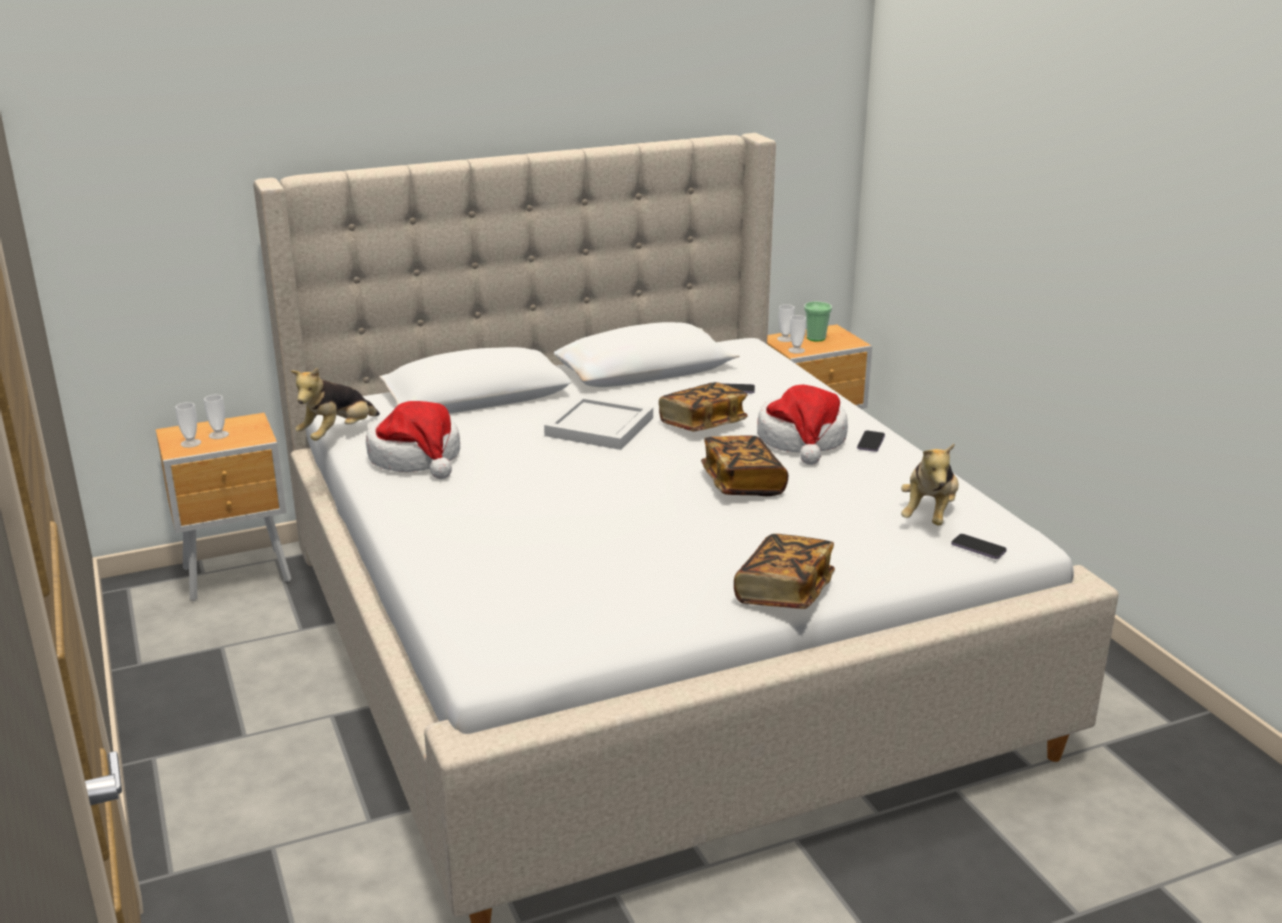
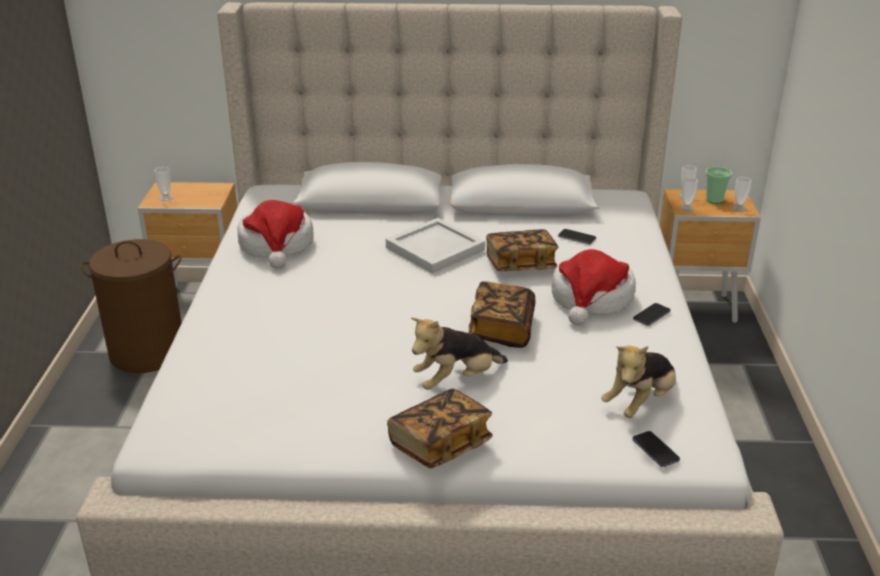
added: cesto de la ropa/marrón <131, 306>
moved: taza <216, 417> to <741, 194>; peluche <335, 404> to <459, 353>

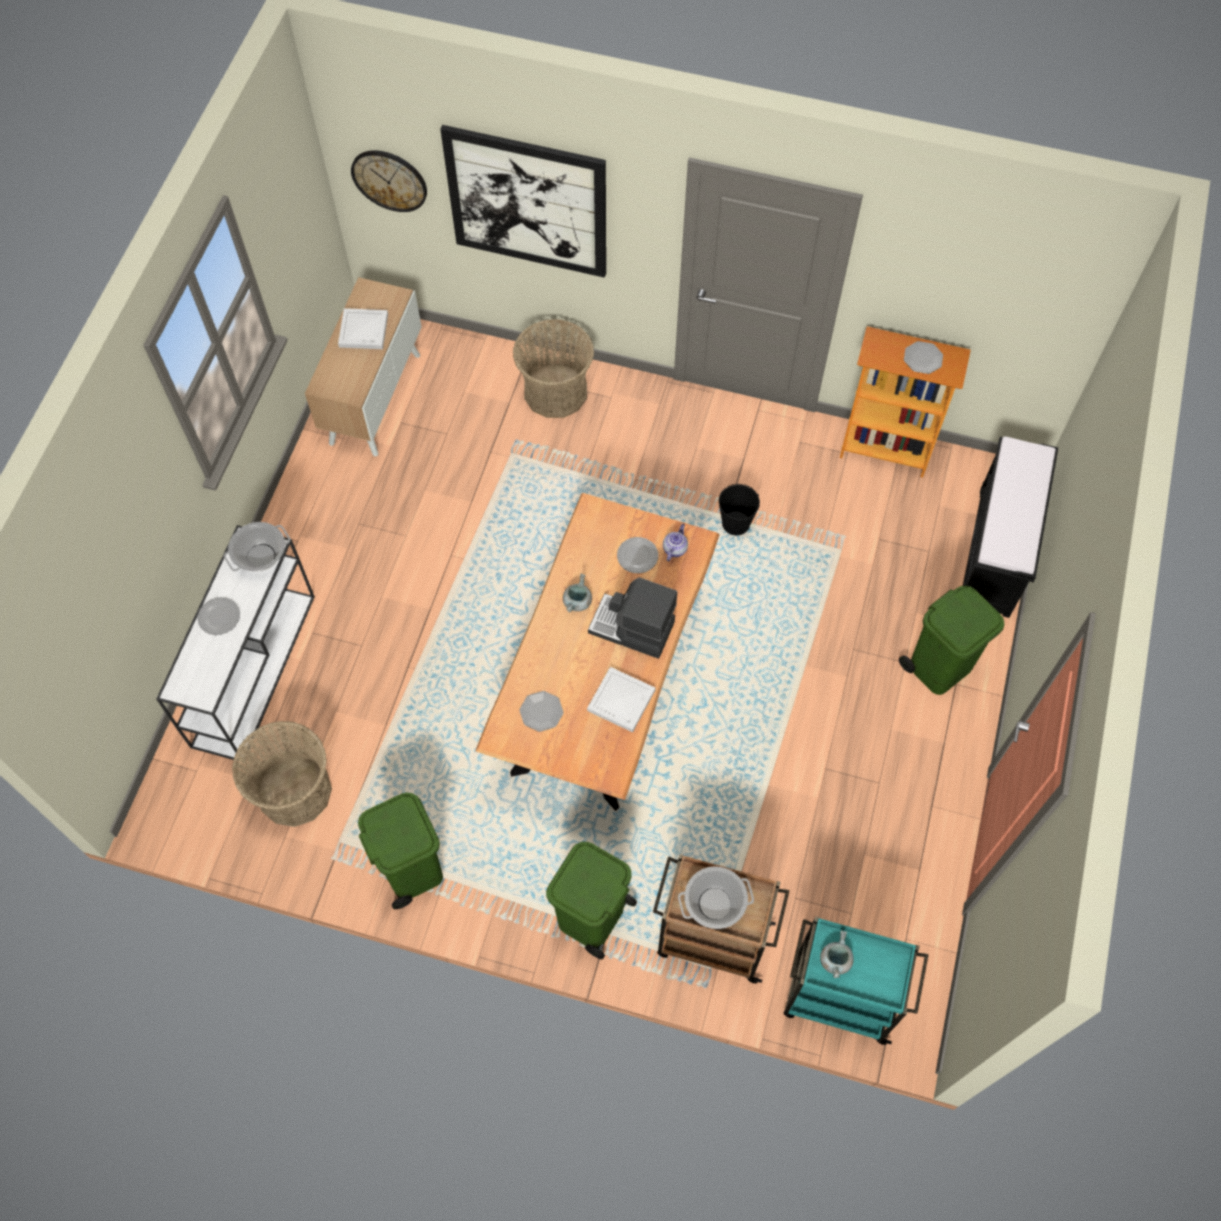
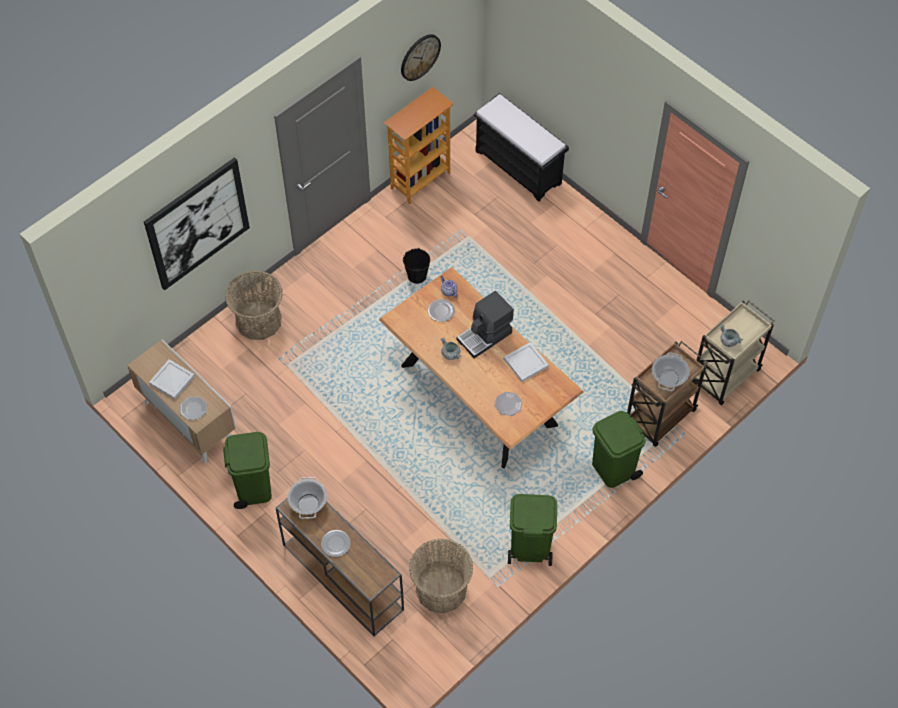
moved: reloj de pared <389, 181> to <421, 57>; papelera/verde <951, 640> to <247, 470>; plato <923, 357> to <193, 408>
recoloured: mesa consola/blanco <235, 642> to mesa consola/marrón <340, 567>; carrito/turquesa <856, 980> to carrito/beis <733, 352>

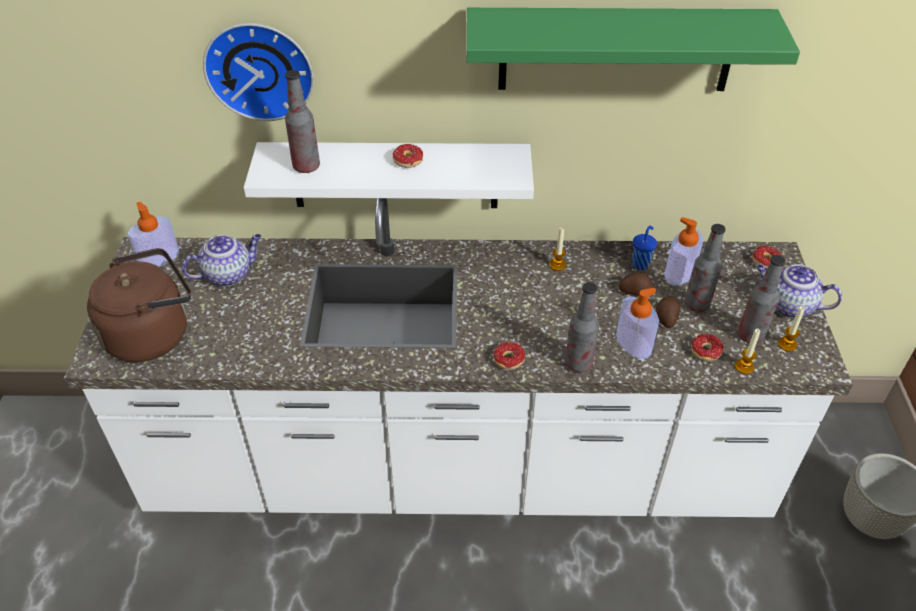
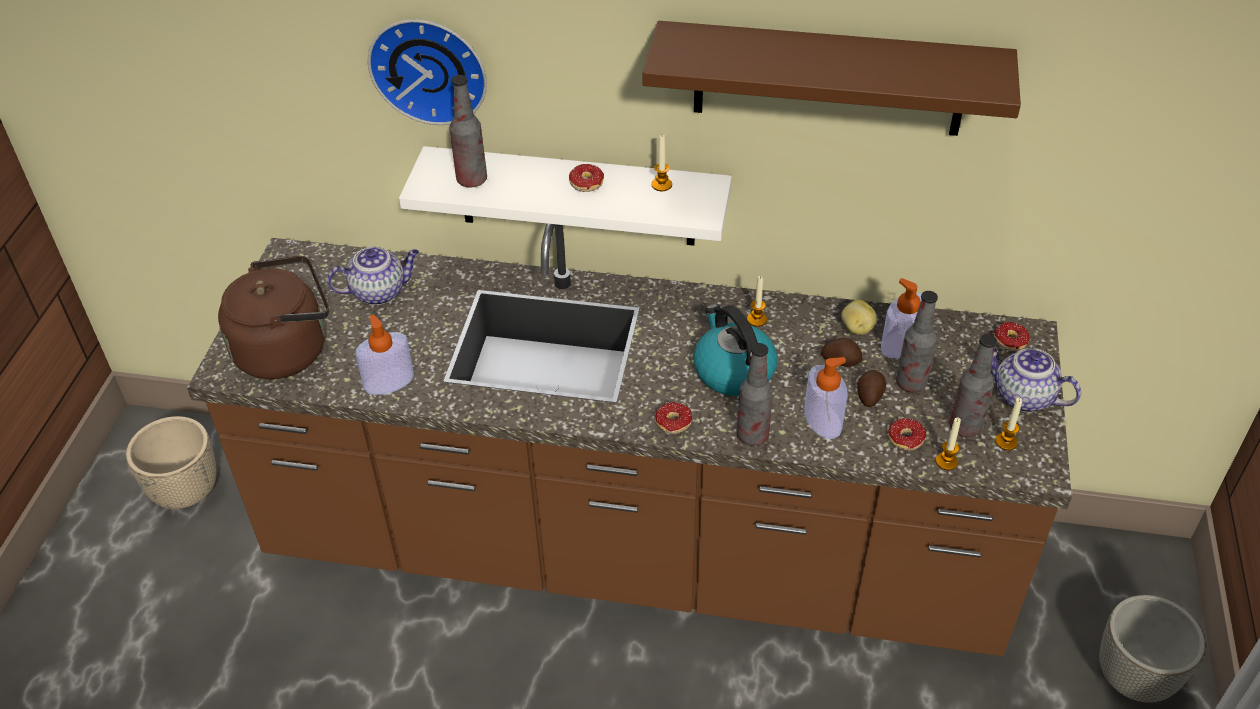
added: maceta/beis <171, 462>; vela <661, 163>; hervidor <735, 350>
moved: dispensador de jabón <153, 234> to <385, 355>
replaced: taza/azul <644, 248> to patata <859, 317>
recoloured: mueble bajo de cocina/blanco <458, 357> to mueble bajo de cocina/marrón <629, 440>; estante/verde <633, 49> to estante/marrón <832, 78>

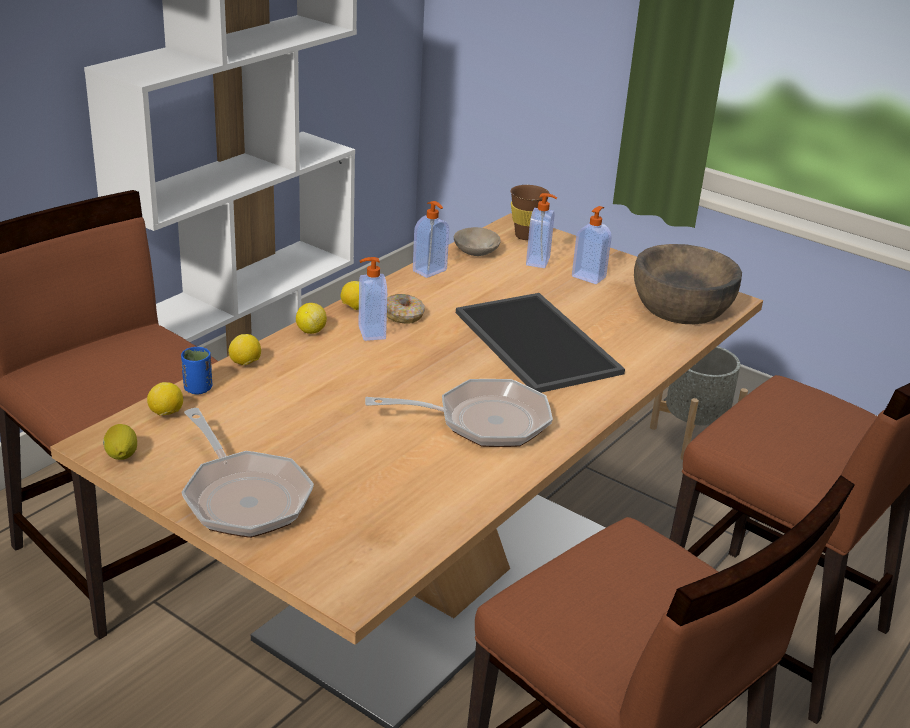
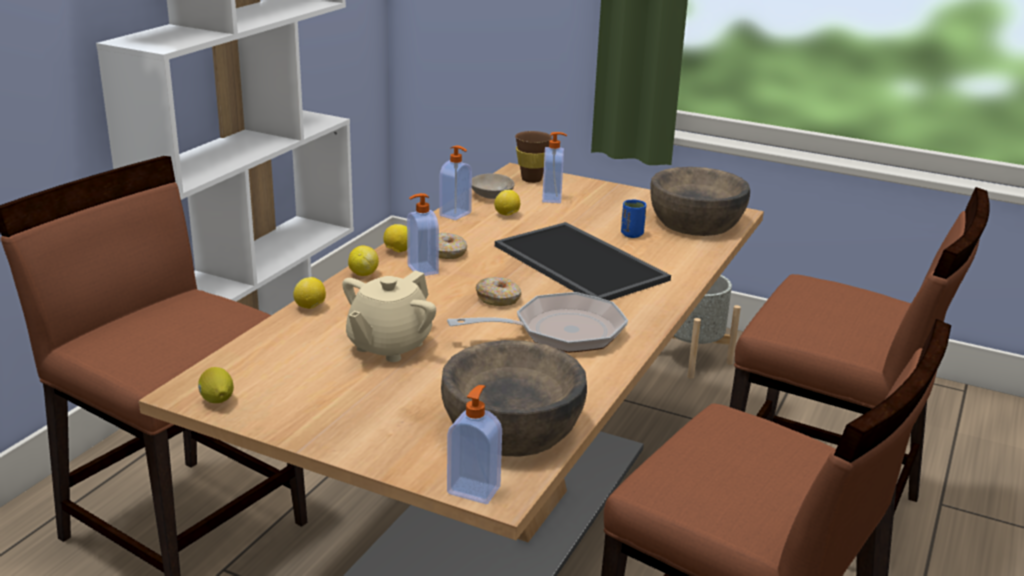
removed: sartén <247, 473>
added: tetera/beis <389, 316>; cuenco/marrón <514, 398>; rosquilla <498, 291>
moved: limón <165, 399> to <507, 203>; taza/azul <196, 371> to <633, 218>; dispensador de jabón <592, 245> to <474, 444>

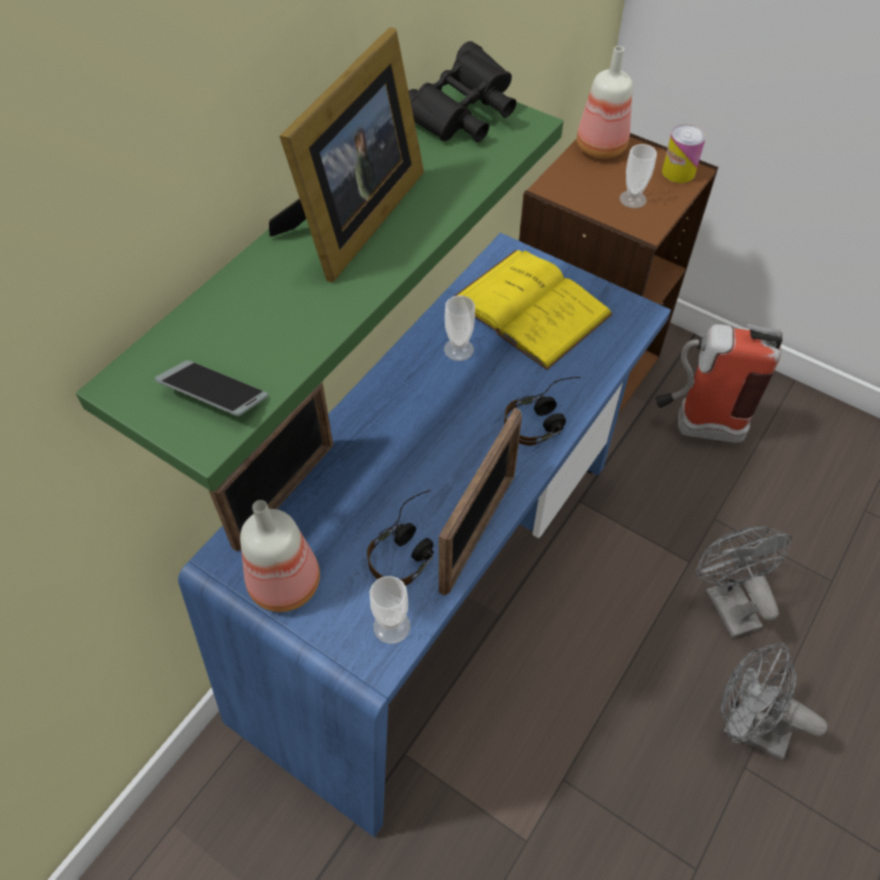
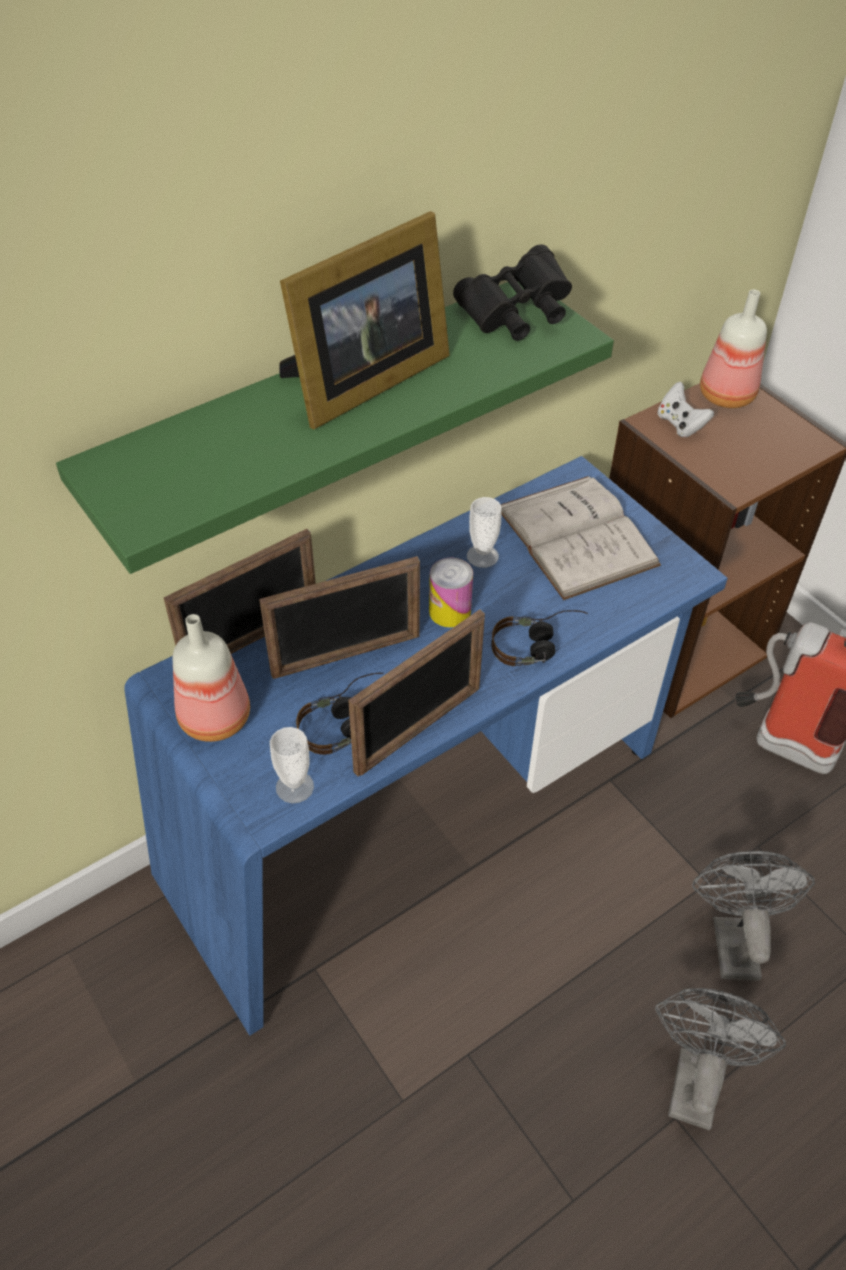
removed: móvil <211, 388>; taza <638, 176>
added: portarretratos <339, 617>; mando de consola/blanco <685, 409>
moved: lata <684, 153> to <451, 593>
recoloured: libro/amarillo <533, 310> to libro/blanco <580, 538>
turned: ventilador/gris <774, 701> = <720, 1059> 60 degrees clockwise

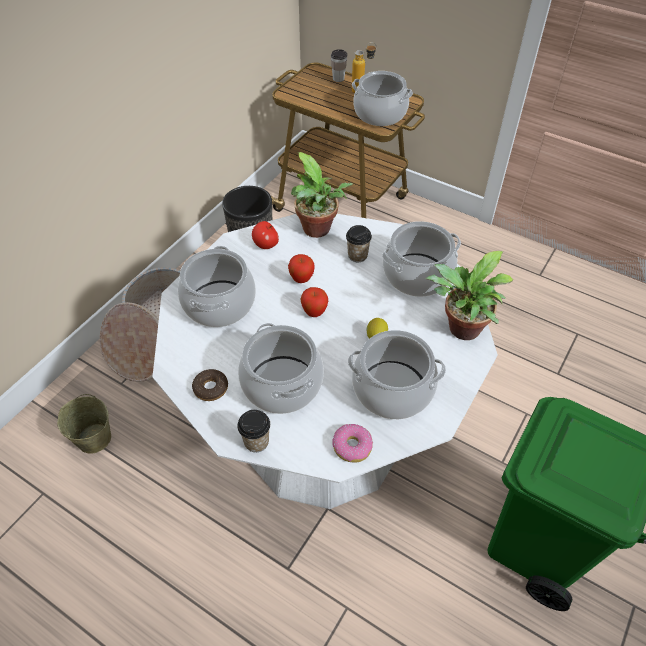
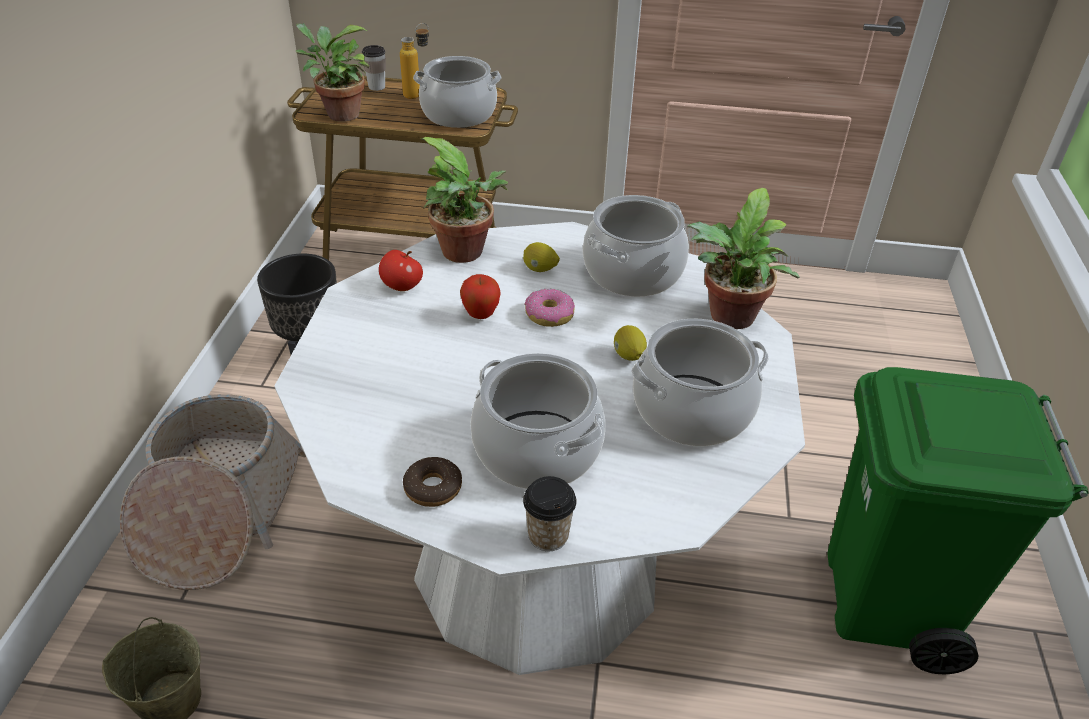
removed: olla <217, 286>; manzana <314, 302>
added: planta en maceta <332, 72>
moved: rosquilla <352, 443> to <549, 308>
replaced: taza <359, 243> to limón <541, 257>

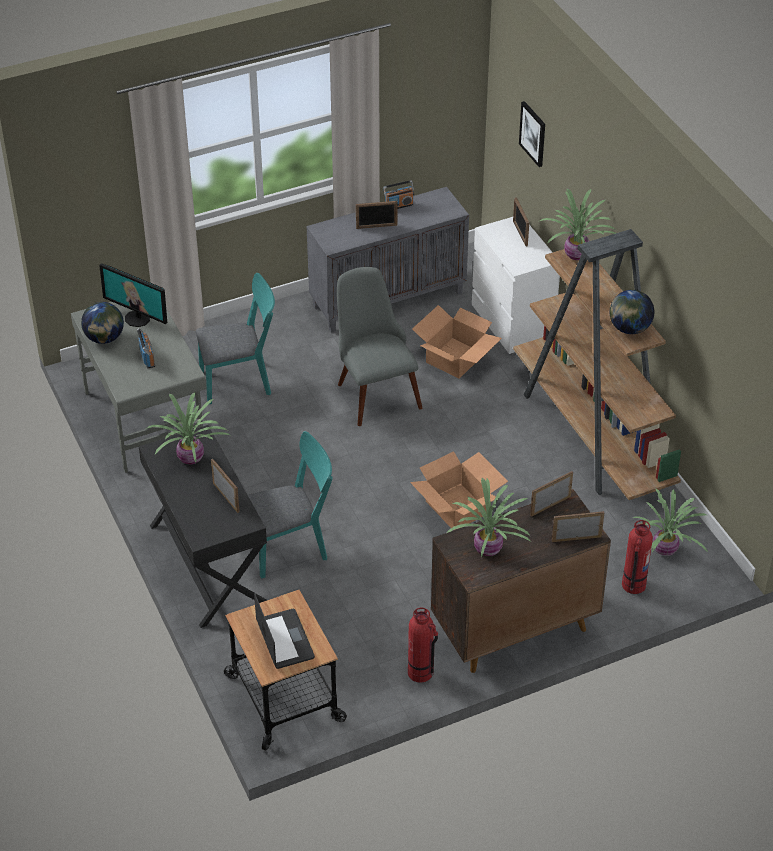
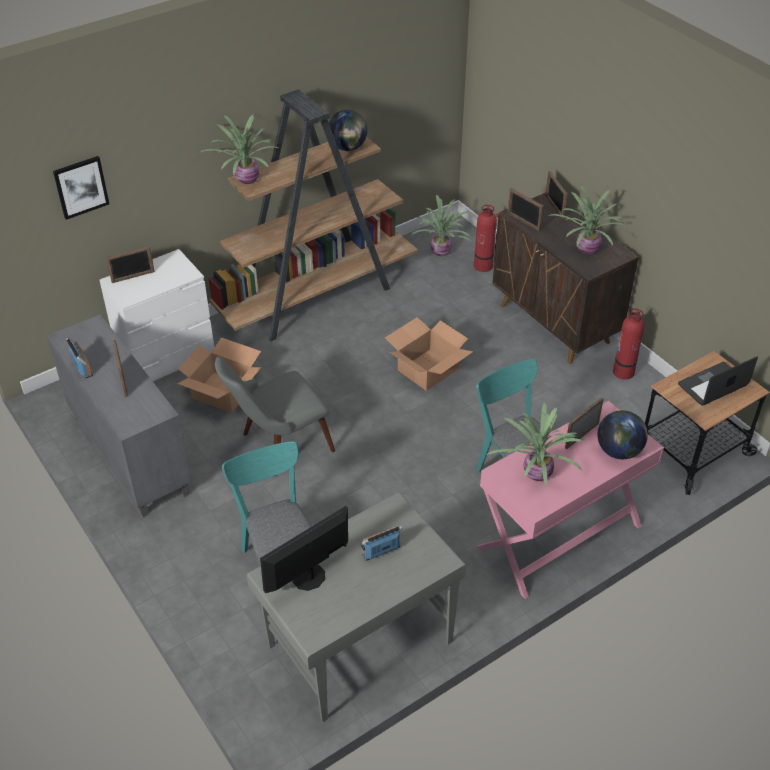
moved: globo terráqueo <102, 323> to <622, 434>
recoloured: escritorio/negro <203, 526> to escritorio/rosa <570, 500>
turned: monitor <133, 295> = <304, 549> 150 degrees counterclockwise

